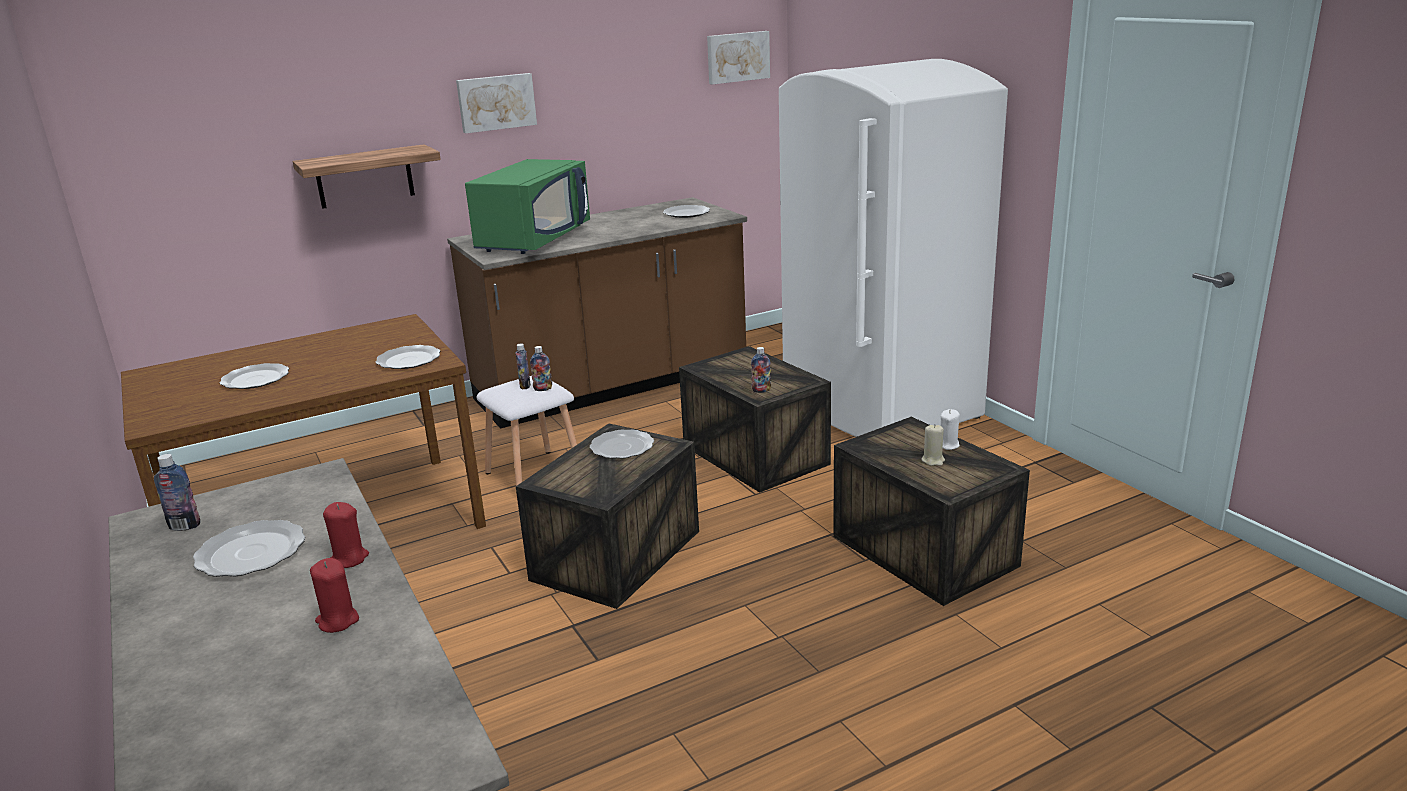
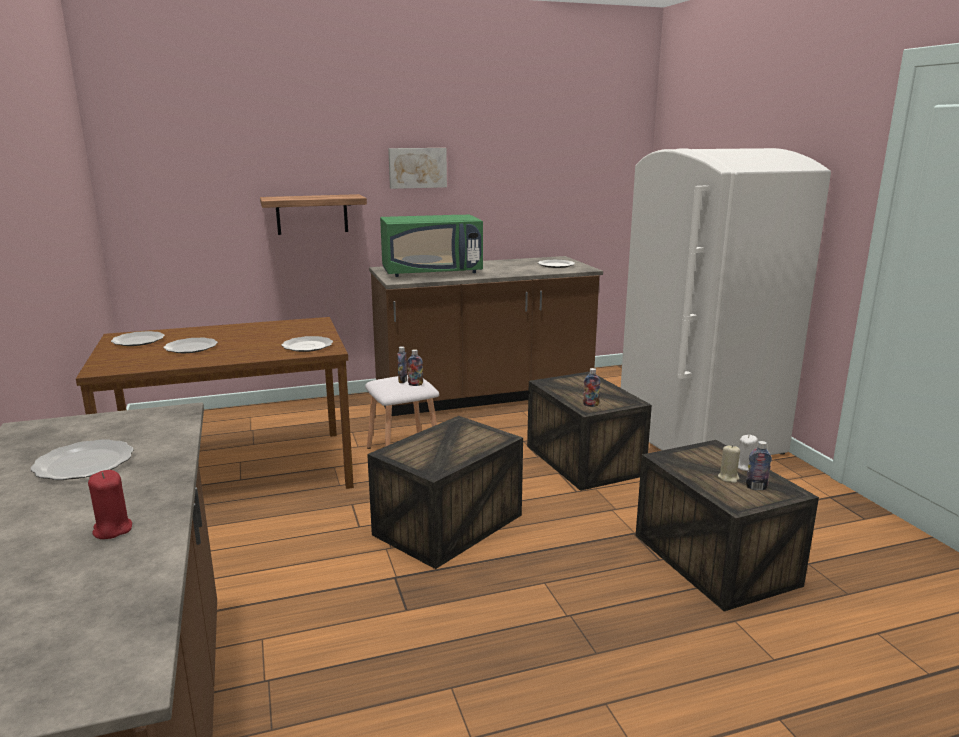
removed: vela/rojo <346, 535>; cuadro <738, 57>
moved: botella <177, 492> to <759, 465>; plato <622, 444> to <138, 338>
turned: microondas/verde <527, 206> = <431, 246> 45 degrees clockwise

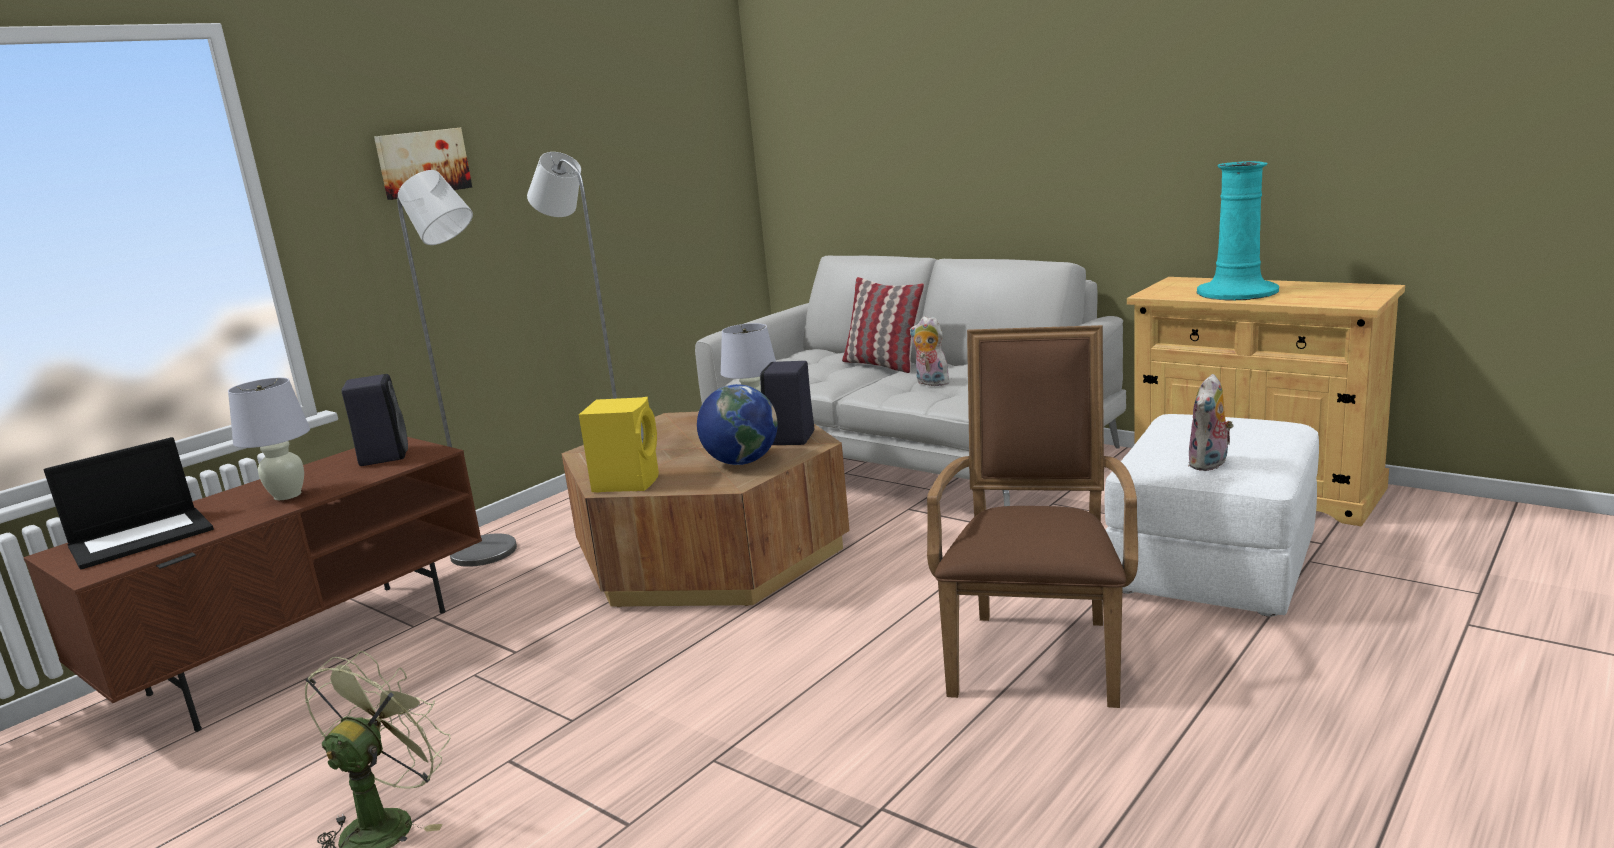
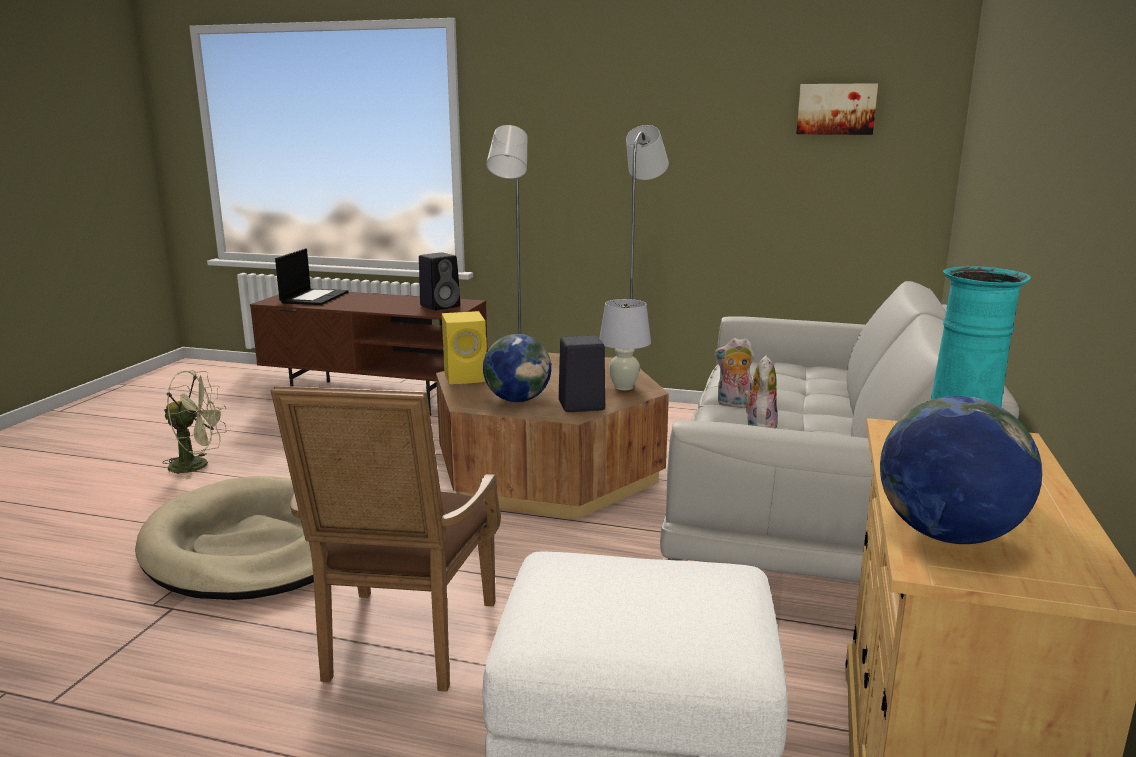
removed: lámpara de mesa/blanco <269, 439>; cojín <883, 325>
added: cama para perro/beis <224, 538>; globo terráqueo <961, 470>
moved: cuadro <423, 164> to <837, 109>; peluche <1210, 422> to <734, 373>
turned: portátil <129, 503> = <312, 277> 105 degrees counterclockwise; sillón/marrón <1032, 516> = <386, 539> 105 degrees clockwise

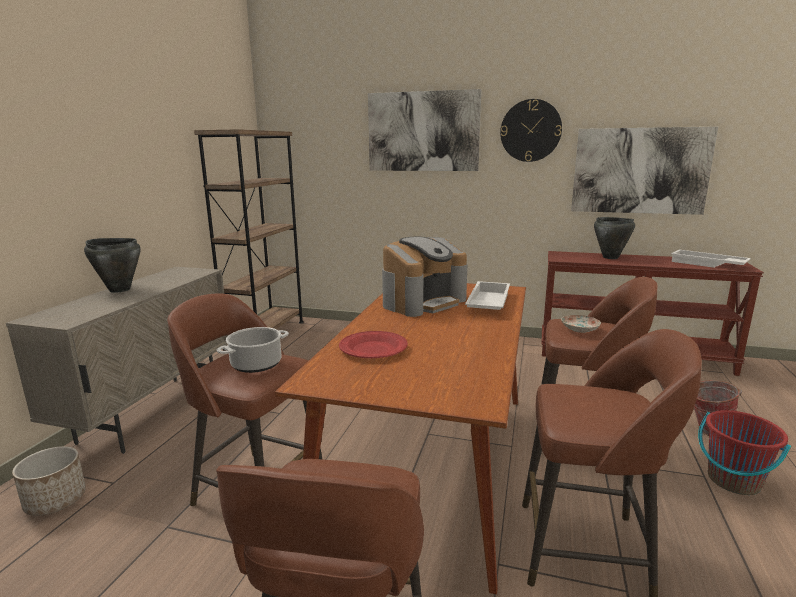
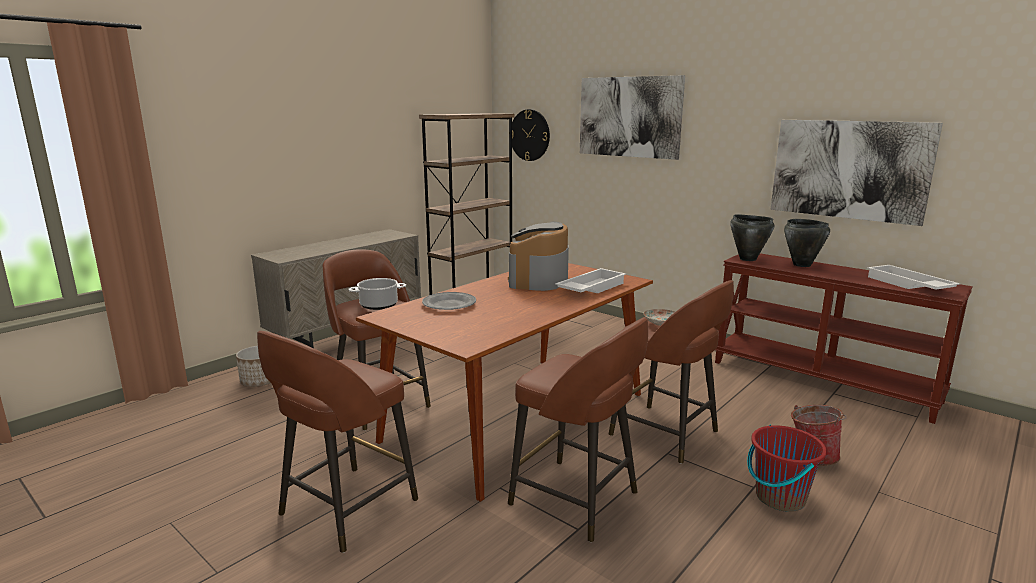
moved: olla/negro <112, 265> to <752, 237>; reloj de pared <531, 130> to <531, 135>
recoloured: plato/rojo <373, 344> to plato/gris <449, 301>
turned: cafetera <424, 277> = <538, 256> 120 degrees clockwise

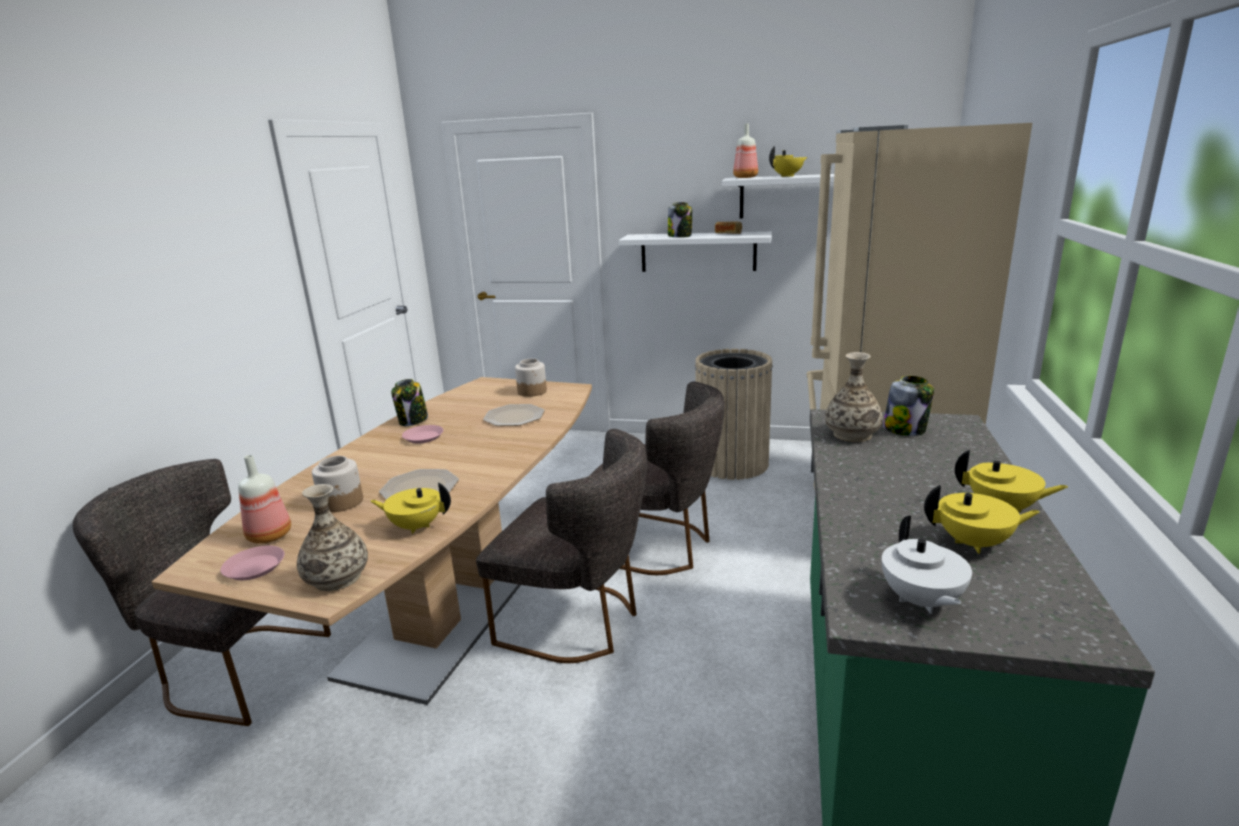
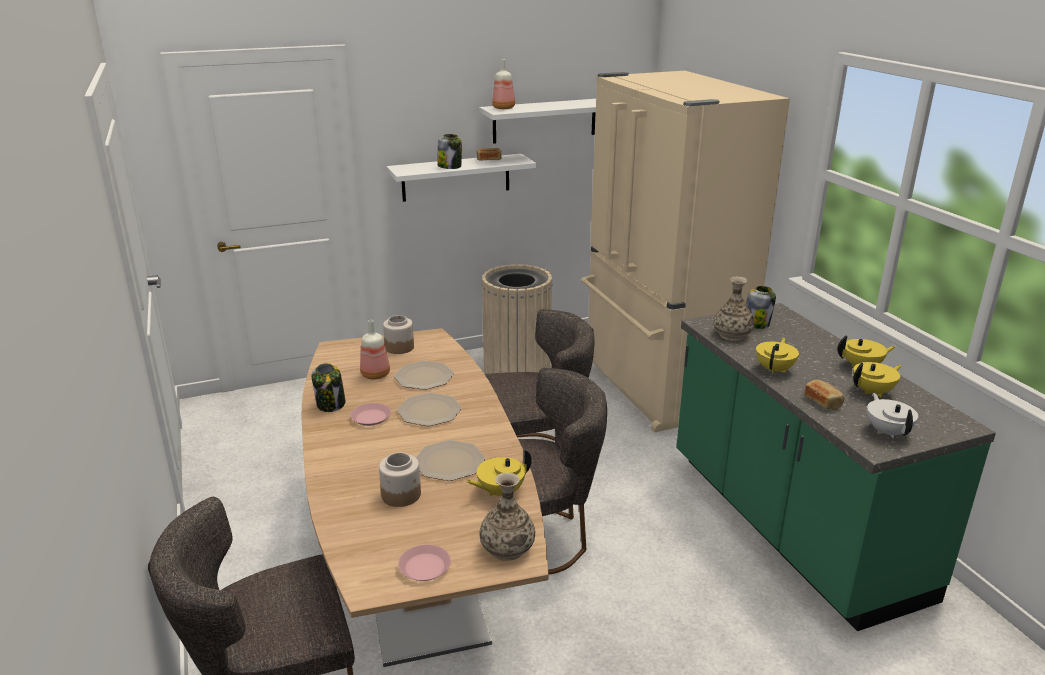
added: plato <429, 409>; pan <824, 395>
moved: botella <264, 499> to <375, 350>; tetera/amarillo <788, 161> to <777, 356>
turned: tetera/blanco <927, 565> = <892, 416> 150 degrees counterclockwise

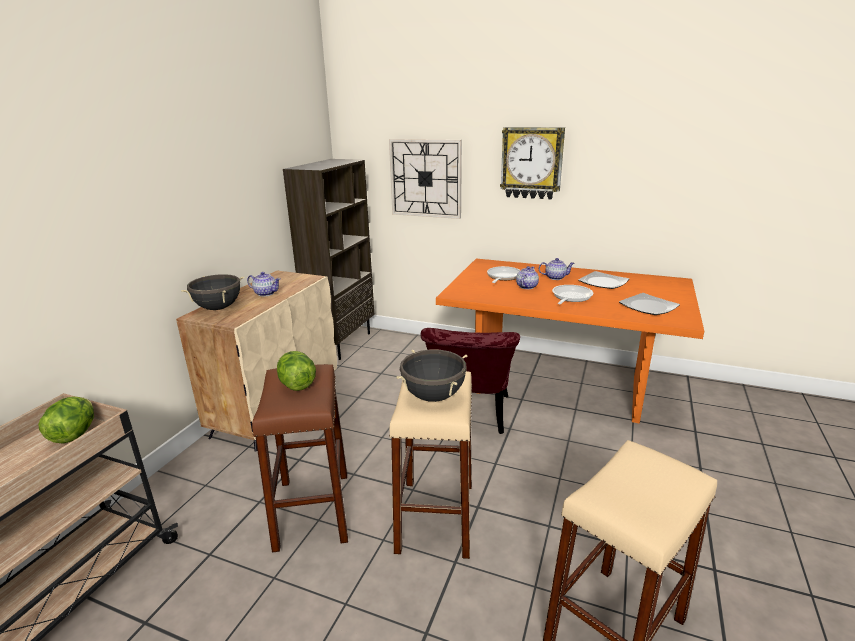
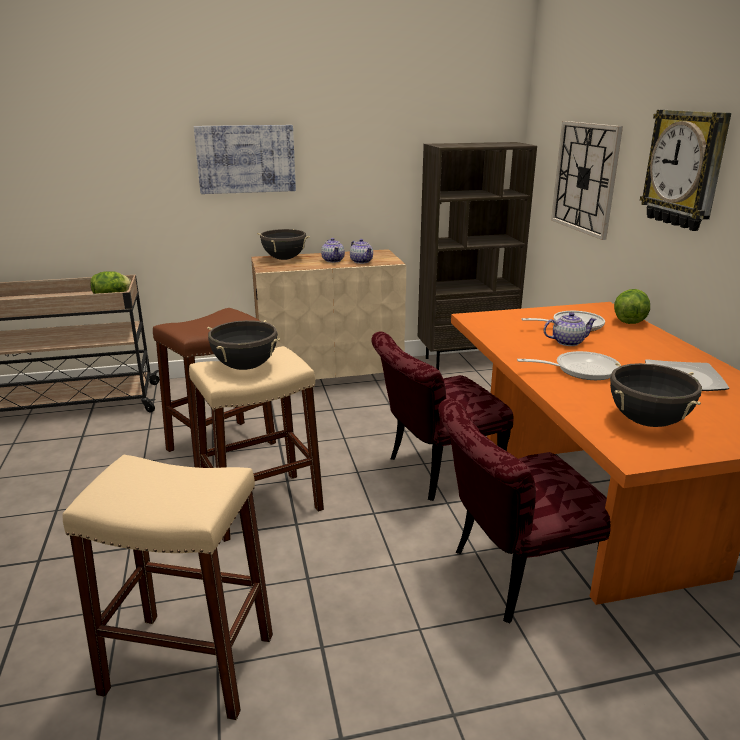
added: cuadro <245, 159>; silla/rojo <525, 510>
moved: lechuga <296, 371> to <632, 306>; tetera <557, 269> to <361, 251>
replaced: plato <649, 304> to olla/negro <656, 394>

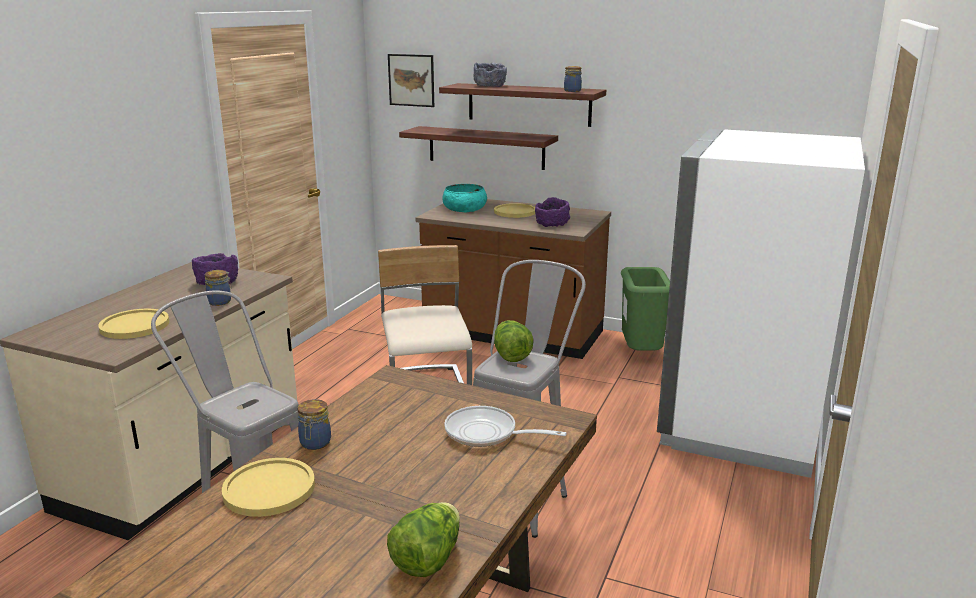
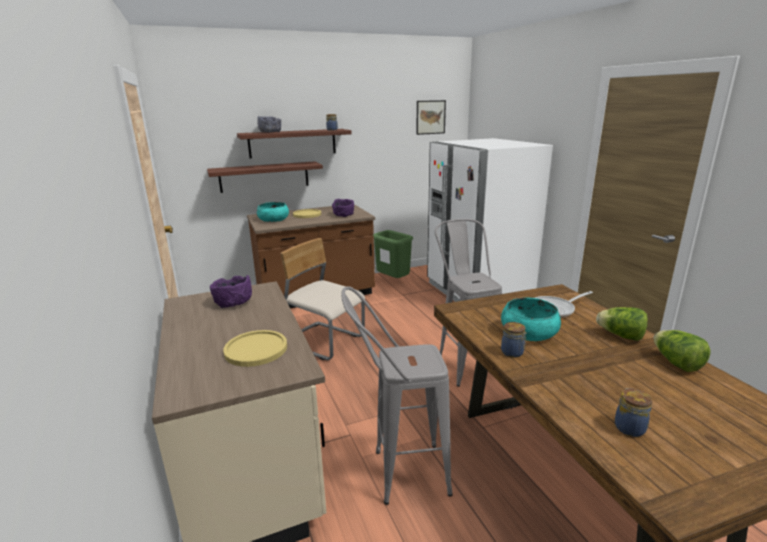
removed: plato/amarillo <268, 487>
added: cuenco/turquesa <531, 319>
moved: tarro <218, 288> to <633, 412>; cuadro <411, 80> to <431, 117>; lechuga <514, 341> to <622, 324>

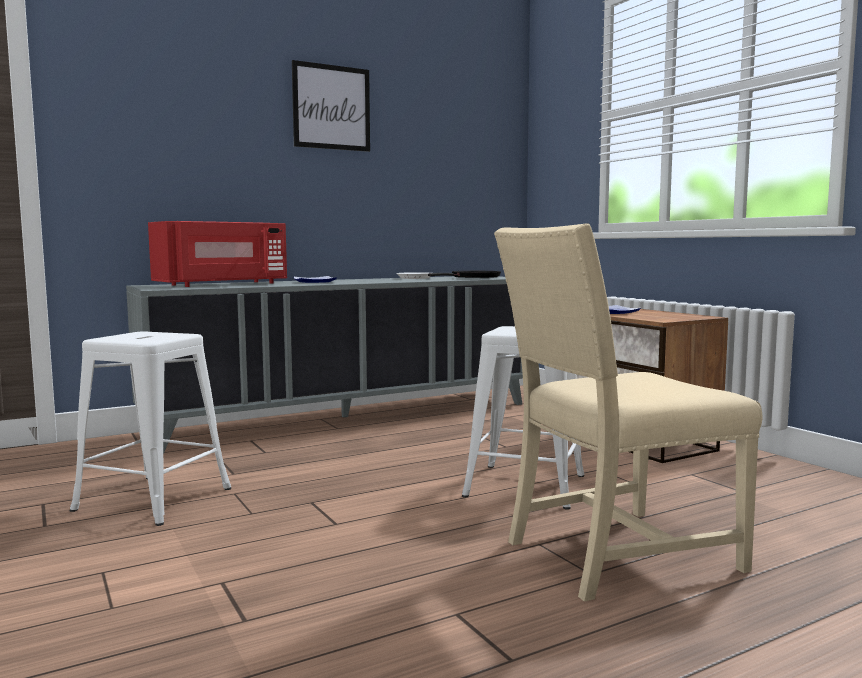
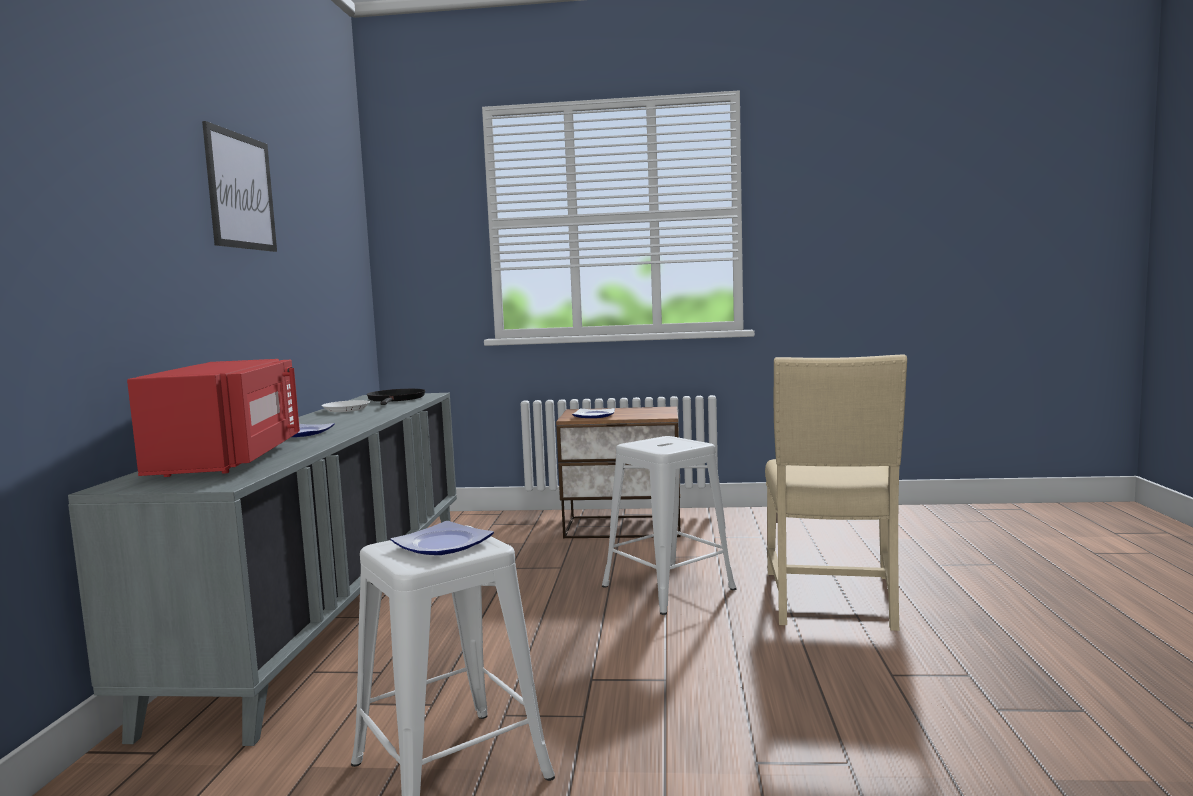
added: plato <442, 538>

